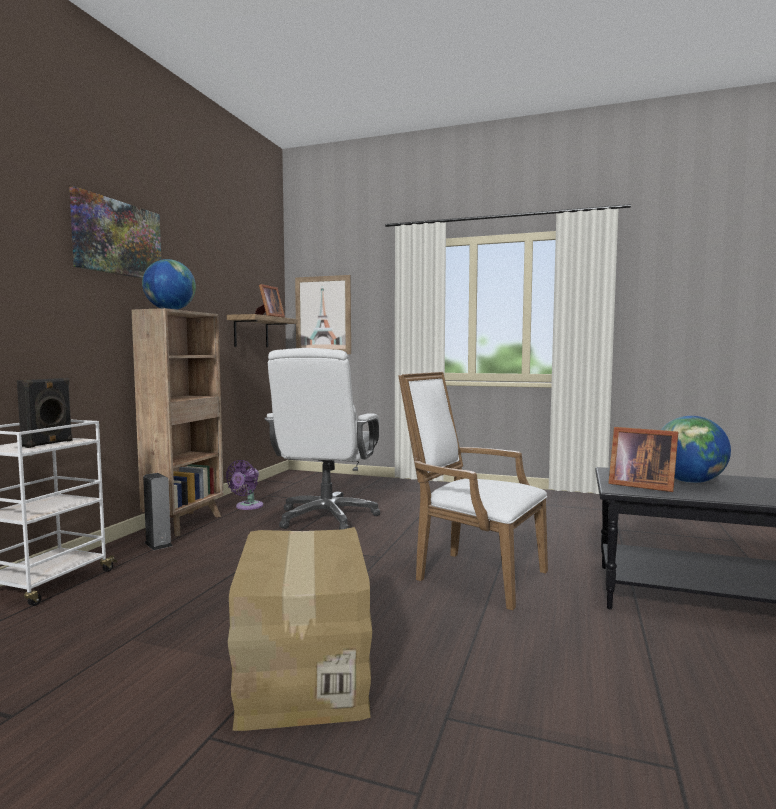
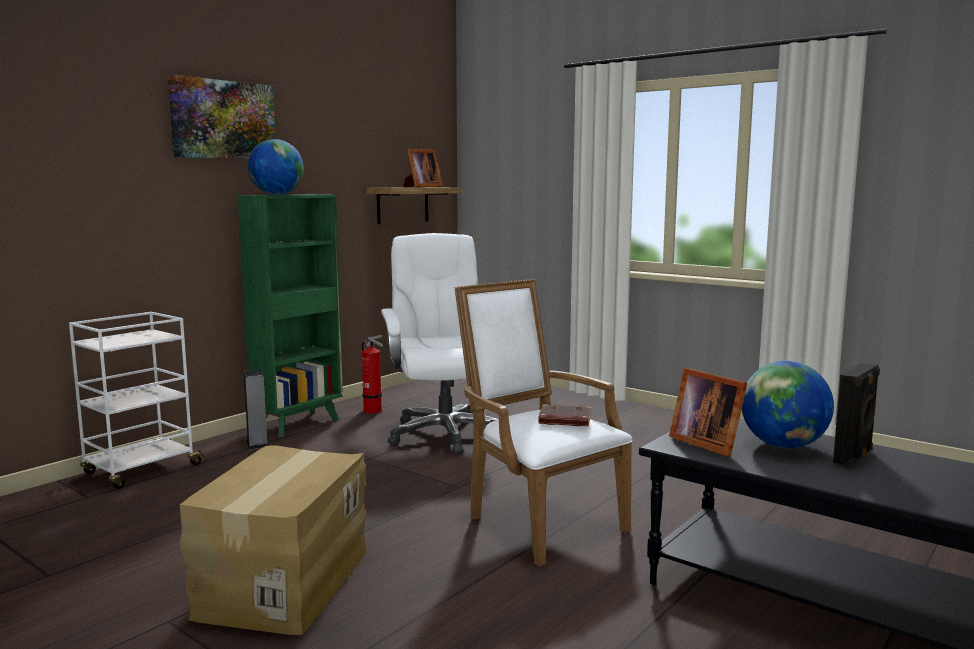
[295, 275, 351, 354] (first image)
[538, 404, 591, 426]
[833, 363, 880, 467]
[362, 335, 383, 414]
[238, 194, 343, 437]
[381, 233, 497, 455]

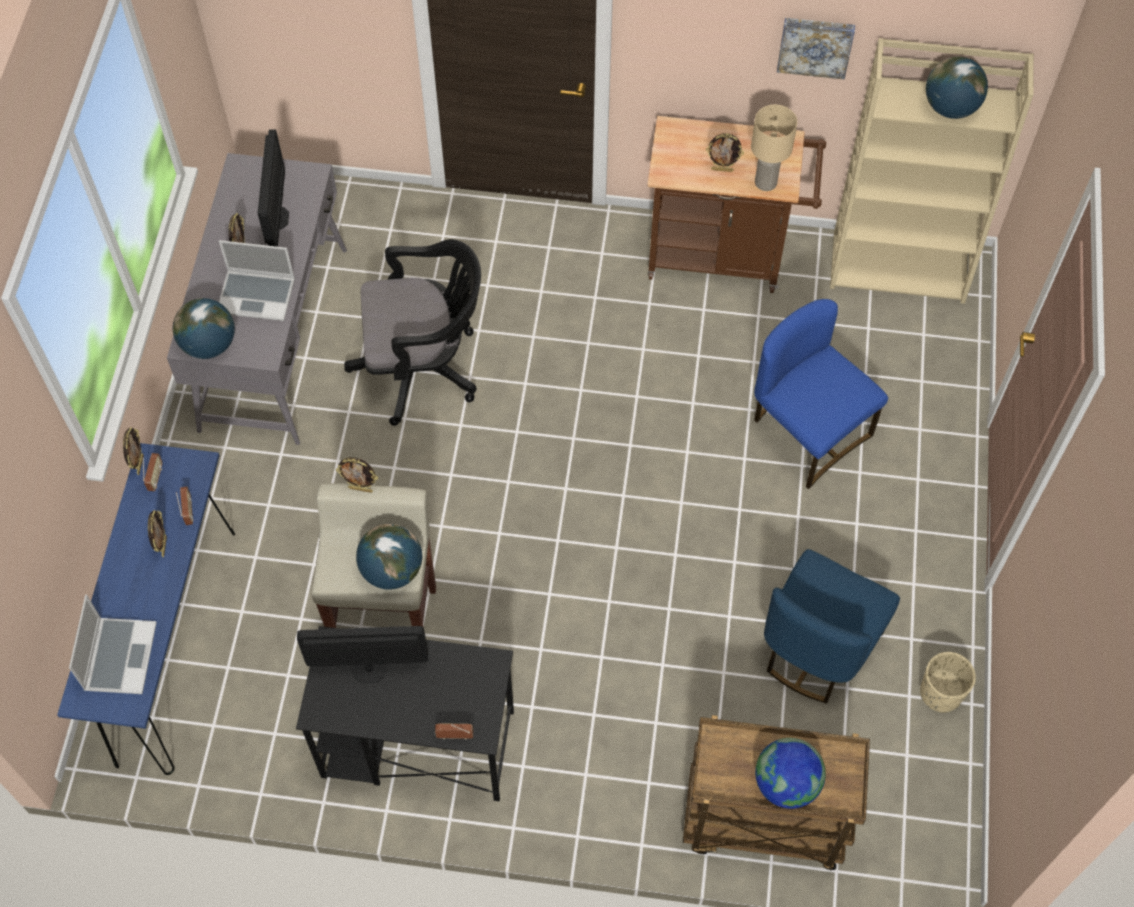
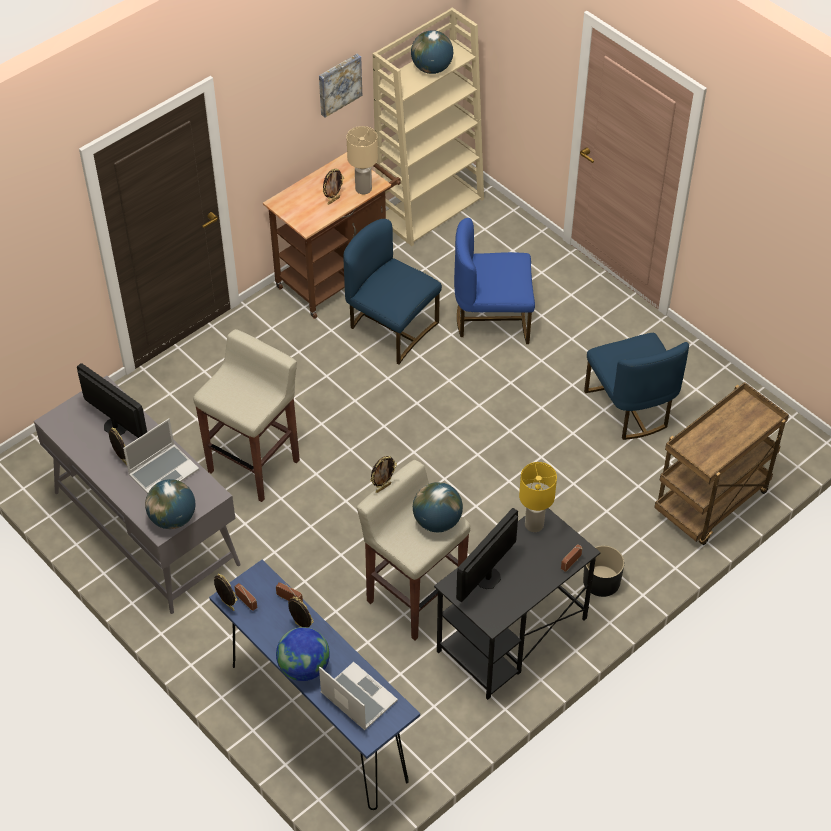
[920, 652, 976, 713] (first image)
[344, 219, 442, 364]
[519, 462, 557, 532]
[583, 545, 624, 597]
[276, 627, 330, 681]
[193, 329, 300, 502]

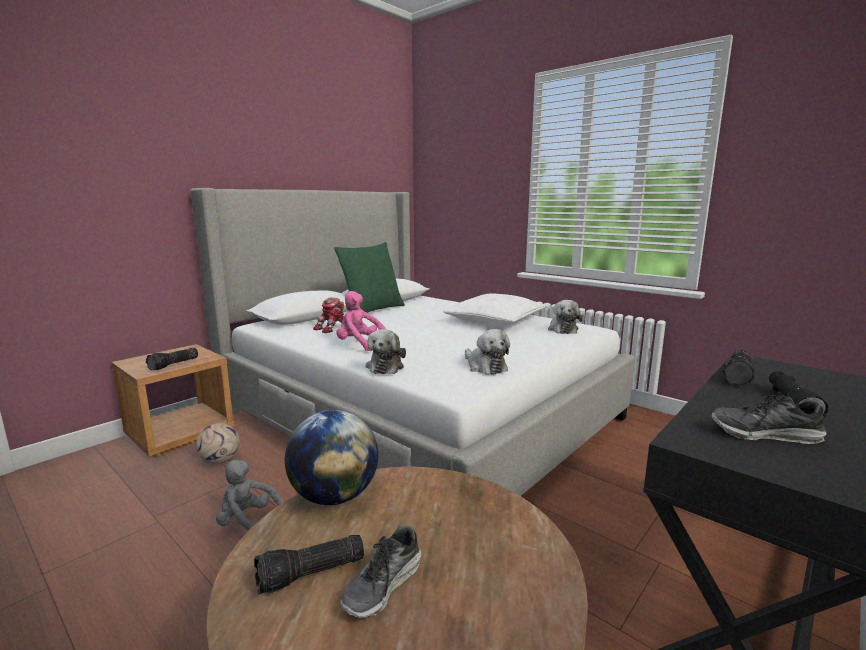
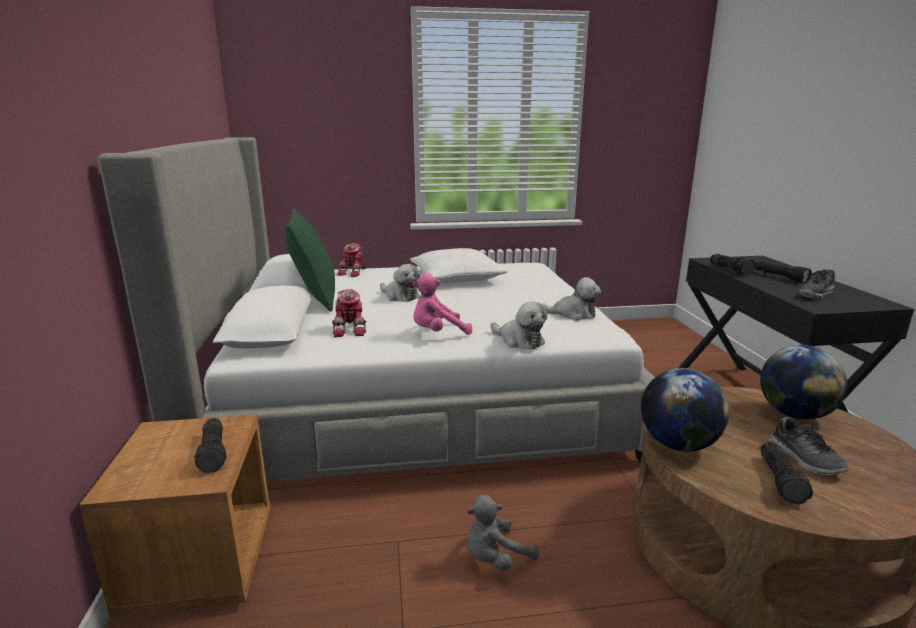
[196, 423, 240, 464] (first image)
[337, 243, 367, 277]
[760, 345, 848, 420]
[380, 264, 420, 302]

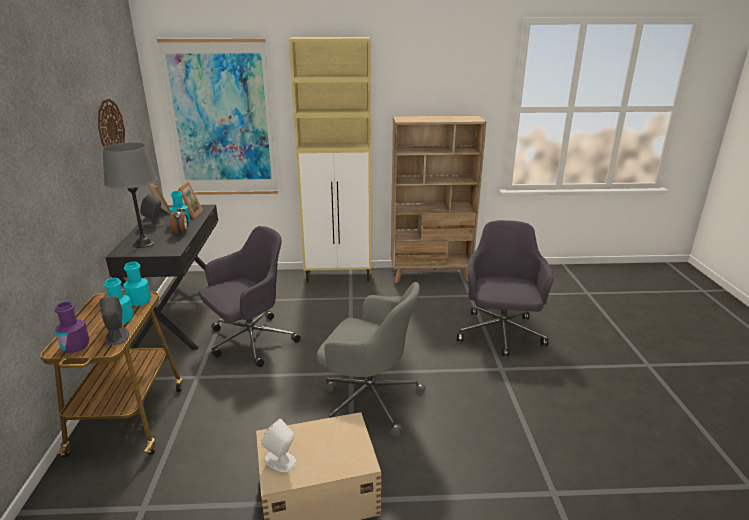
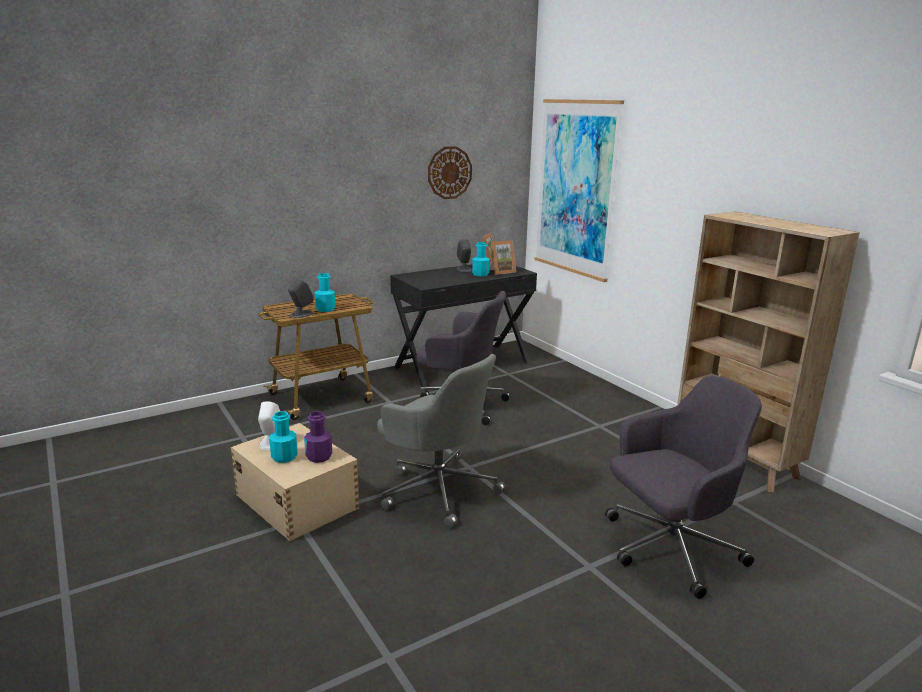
[102, 142, 157, 248] (first image)
[170, 203, 189, 234] (first image)
[289, 37, 371, 283] (first image)
[304, 411, 332, 463]
[269, 411, 298, 463]
[377, 354, 506, 528]

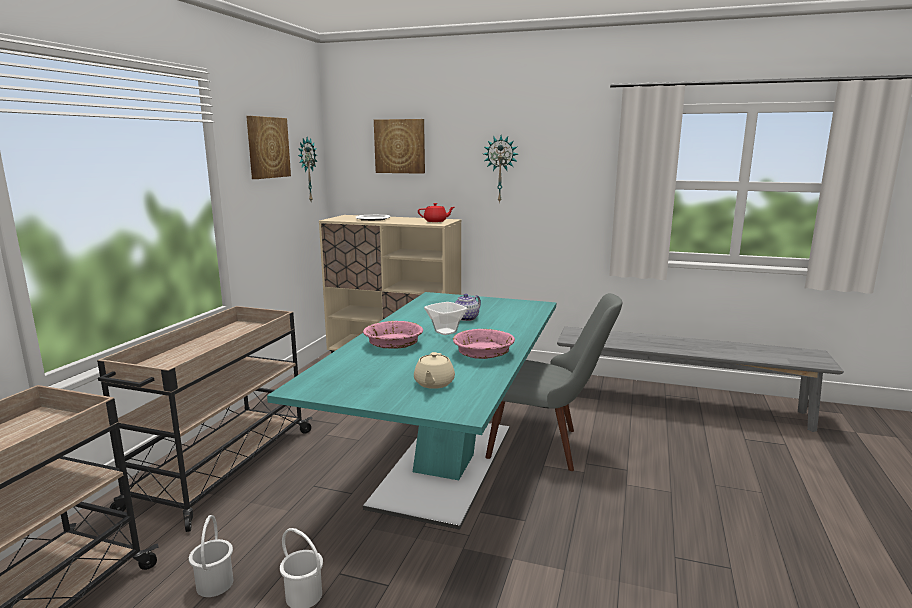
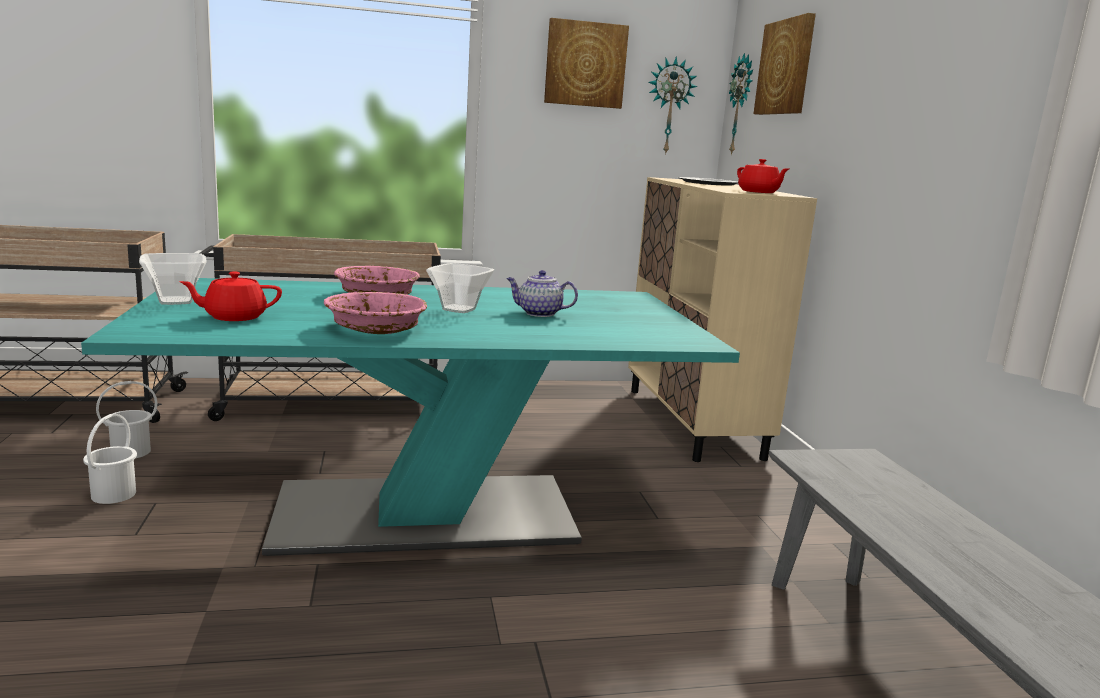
[485, 293, 622, 471] (first image)
[139, 253, 206, 305]
[729, 53, 753, 155]
[179, 272, 282, 321]

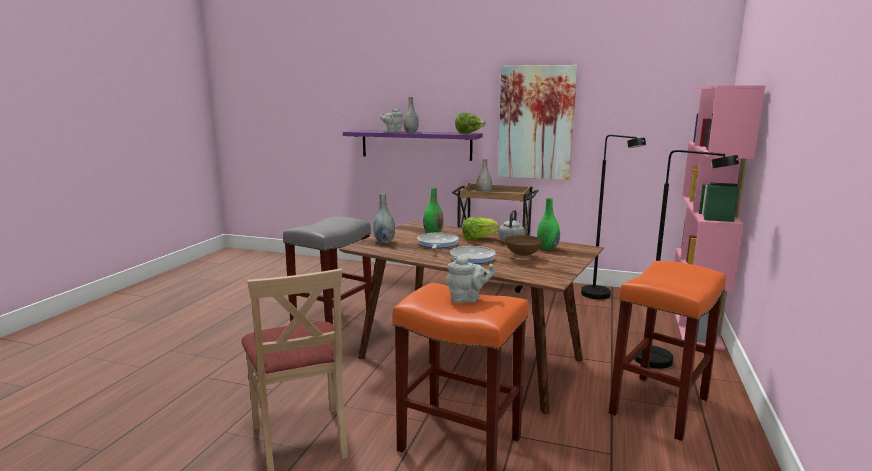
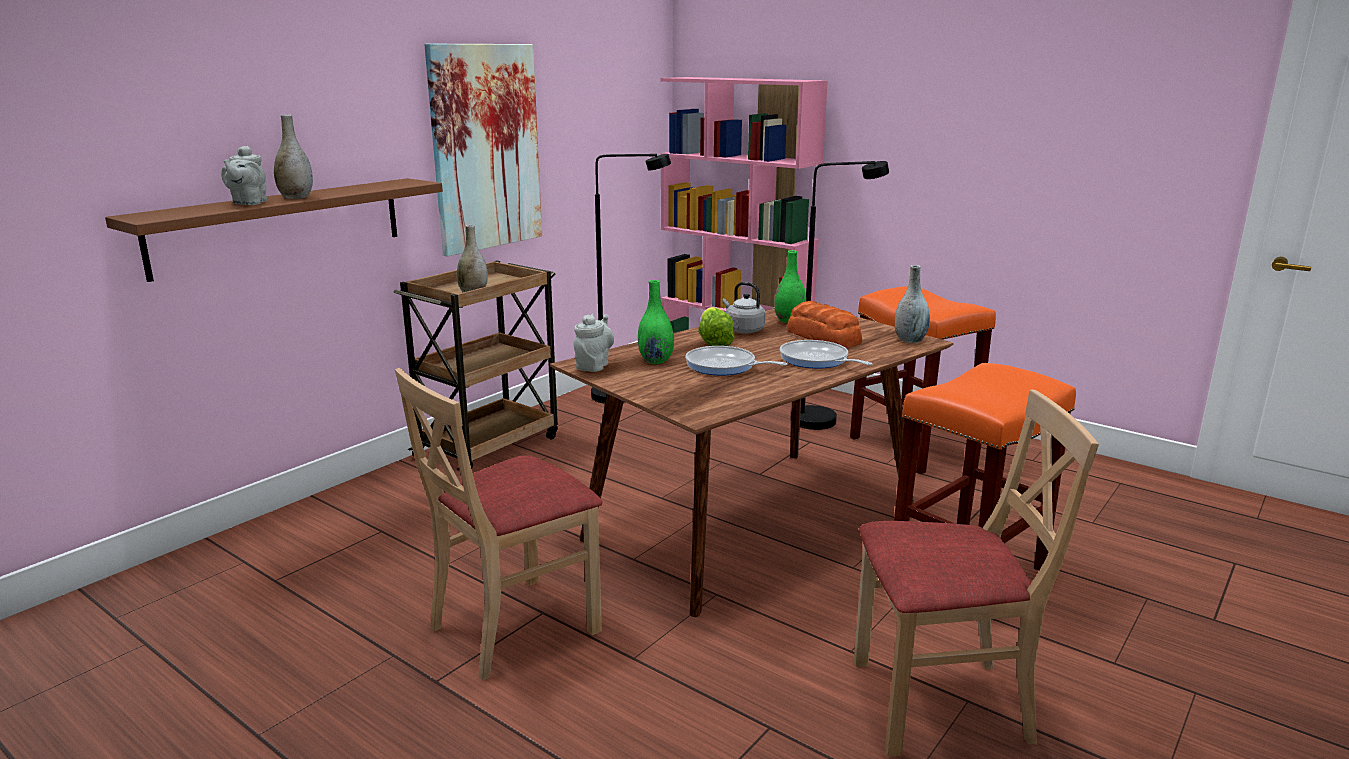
[455, 113, 486, 134] (first image)
[895, 265, 930, 343]
[573, 314, 614, 372]
[395, 368, 603, 680]
[787, 301, 862, 348]
[105, 178, 443, 282]

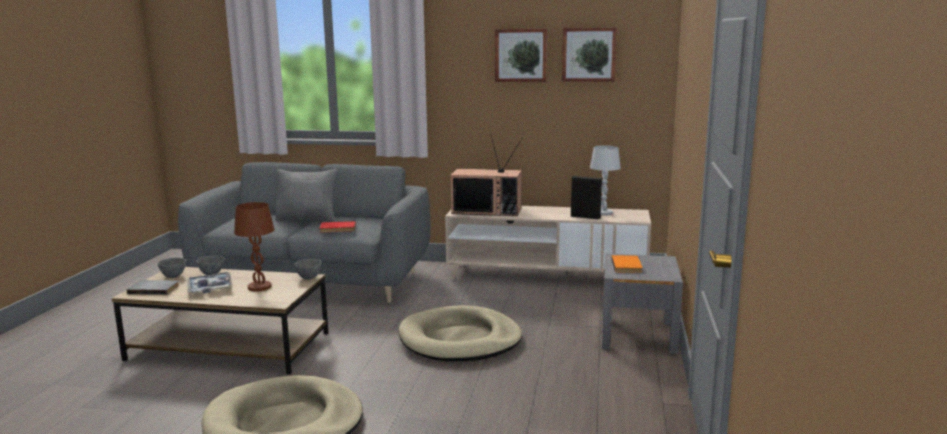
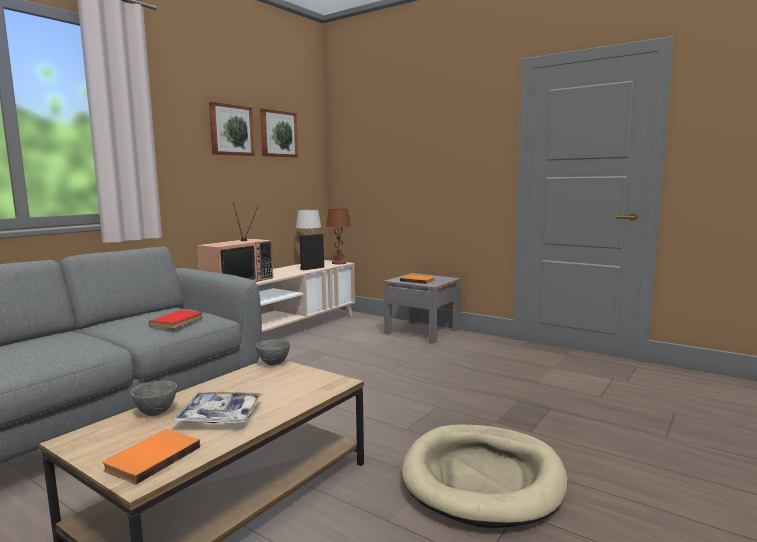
[158, 258, 187, 278] (first image)
[275, 169, 338, 222] (first image)
[399, 305, 522, 361] (first image)
[326, 209, 351, 264]
[102, 430, 200, 485]

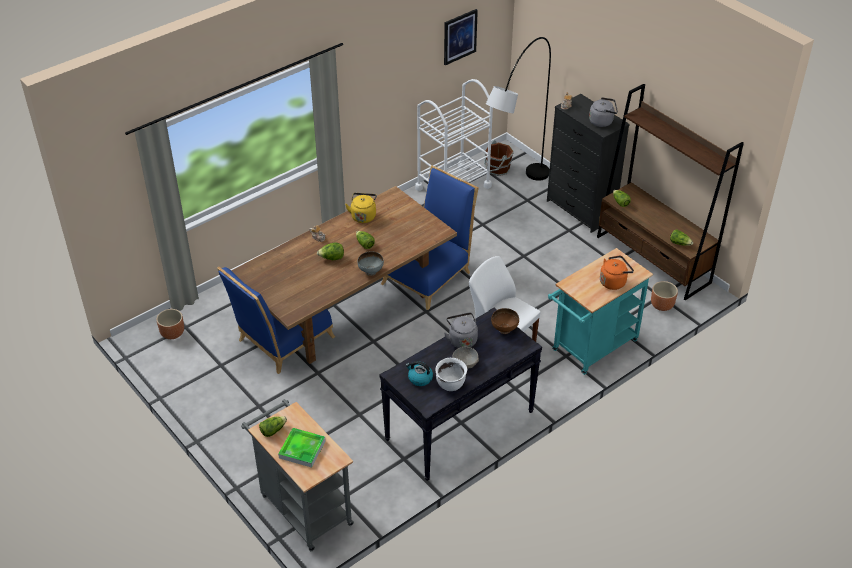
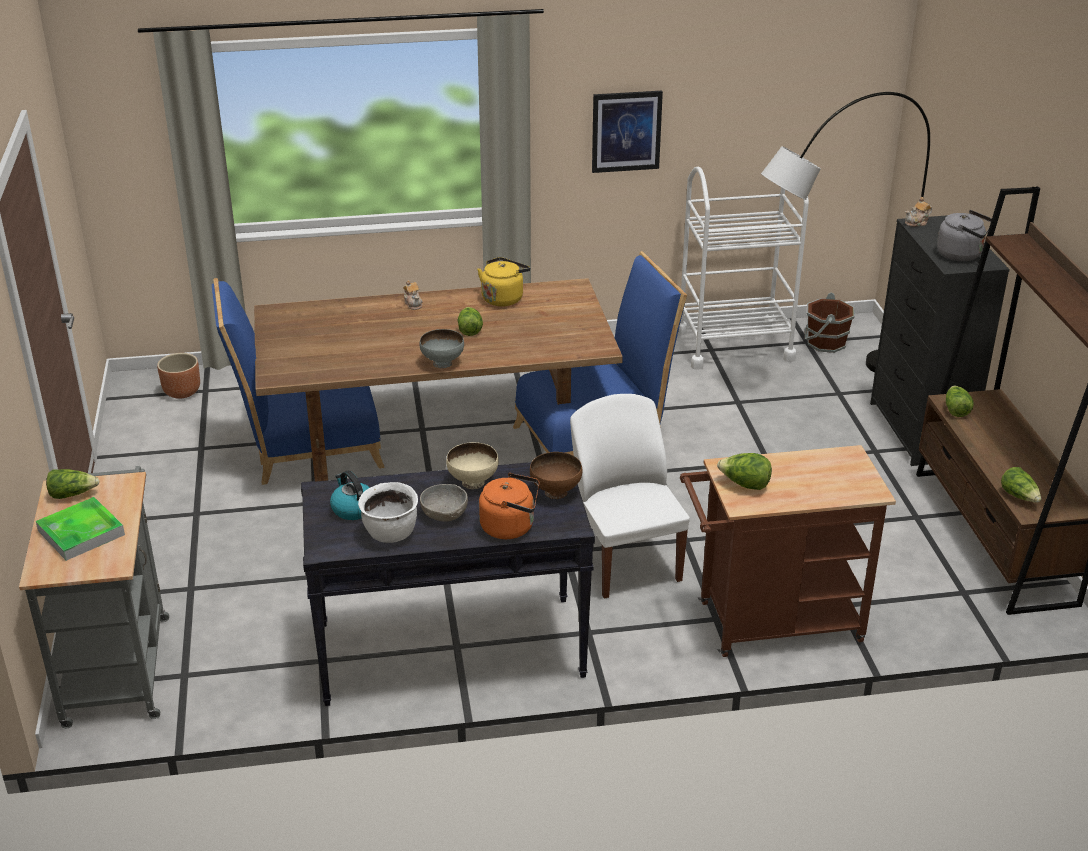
[651, 281, 678, 311] (first image)
[717, 453, 772, 490]
[592, 91, 663, 173]
[479, 473, 539, 539]
[446, 442, 499, 489]
[680, 445, 896, 657]

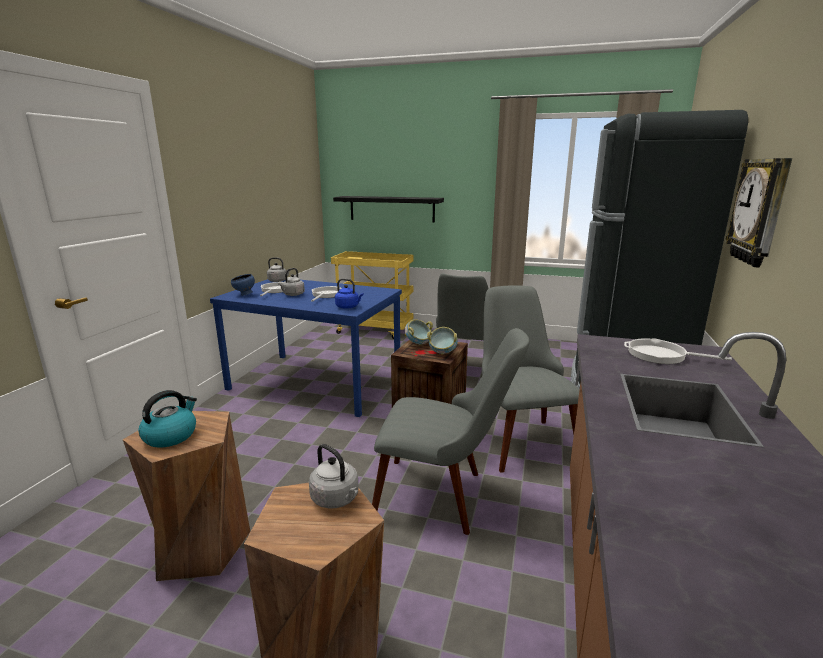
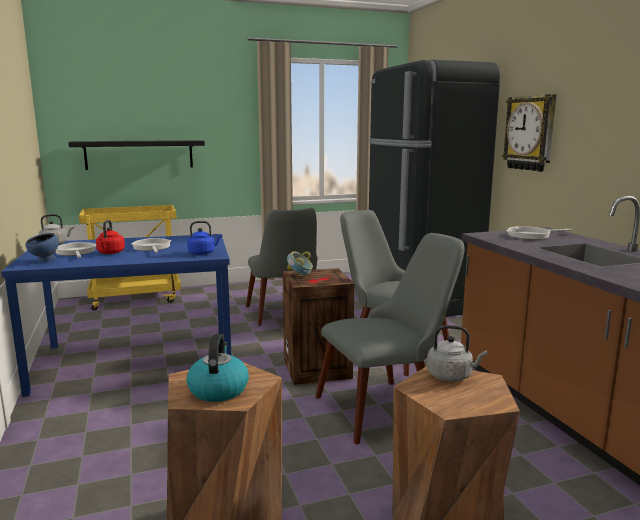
[427, 327, 458, 355] (first image)
[96, 220, 125, 254]

